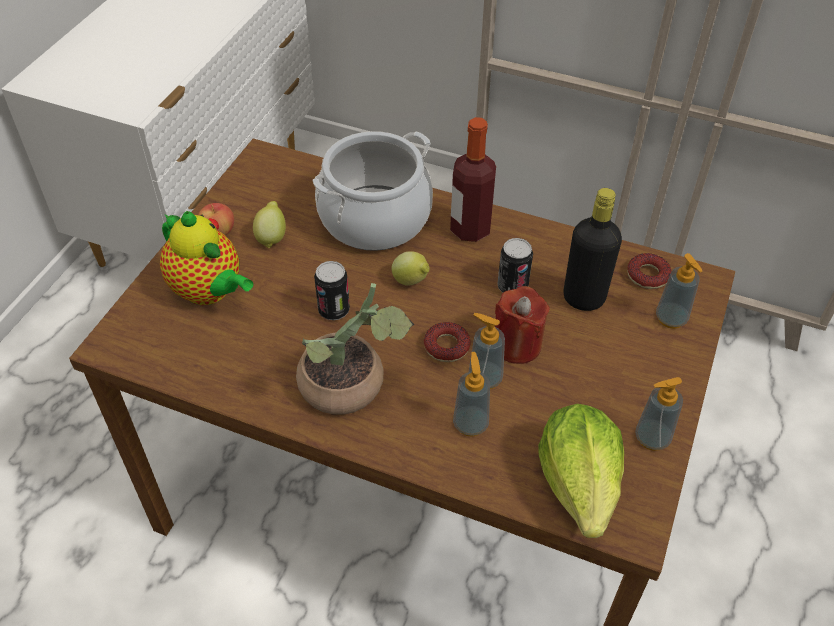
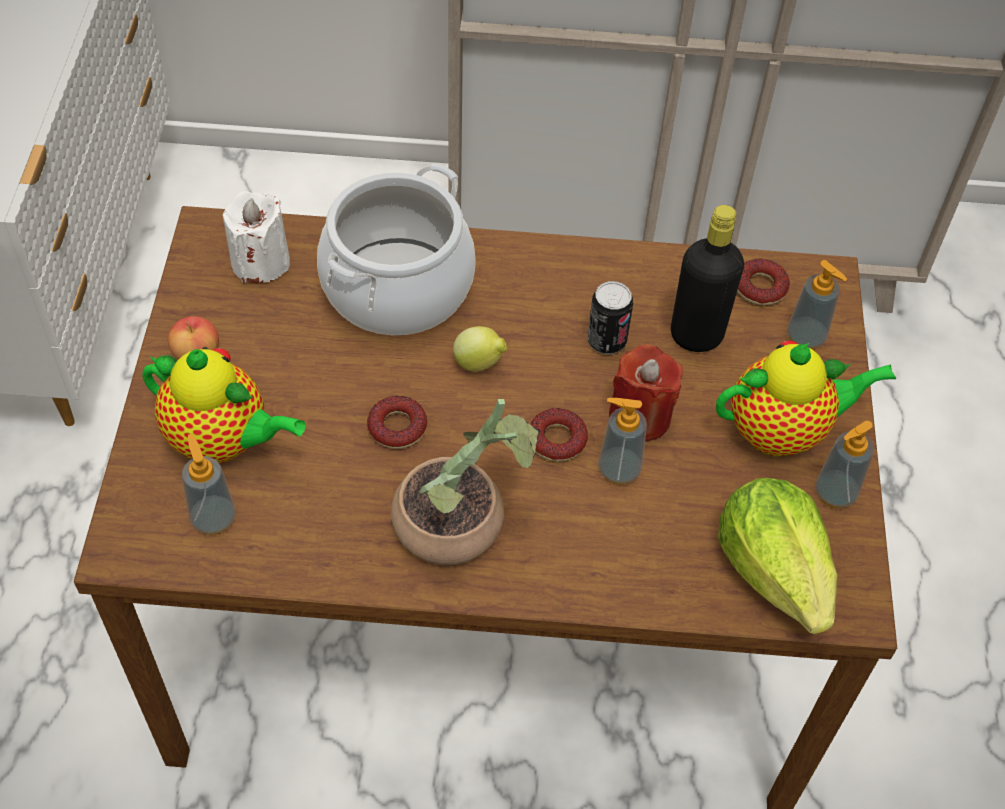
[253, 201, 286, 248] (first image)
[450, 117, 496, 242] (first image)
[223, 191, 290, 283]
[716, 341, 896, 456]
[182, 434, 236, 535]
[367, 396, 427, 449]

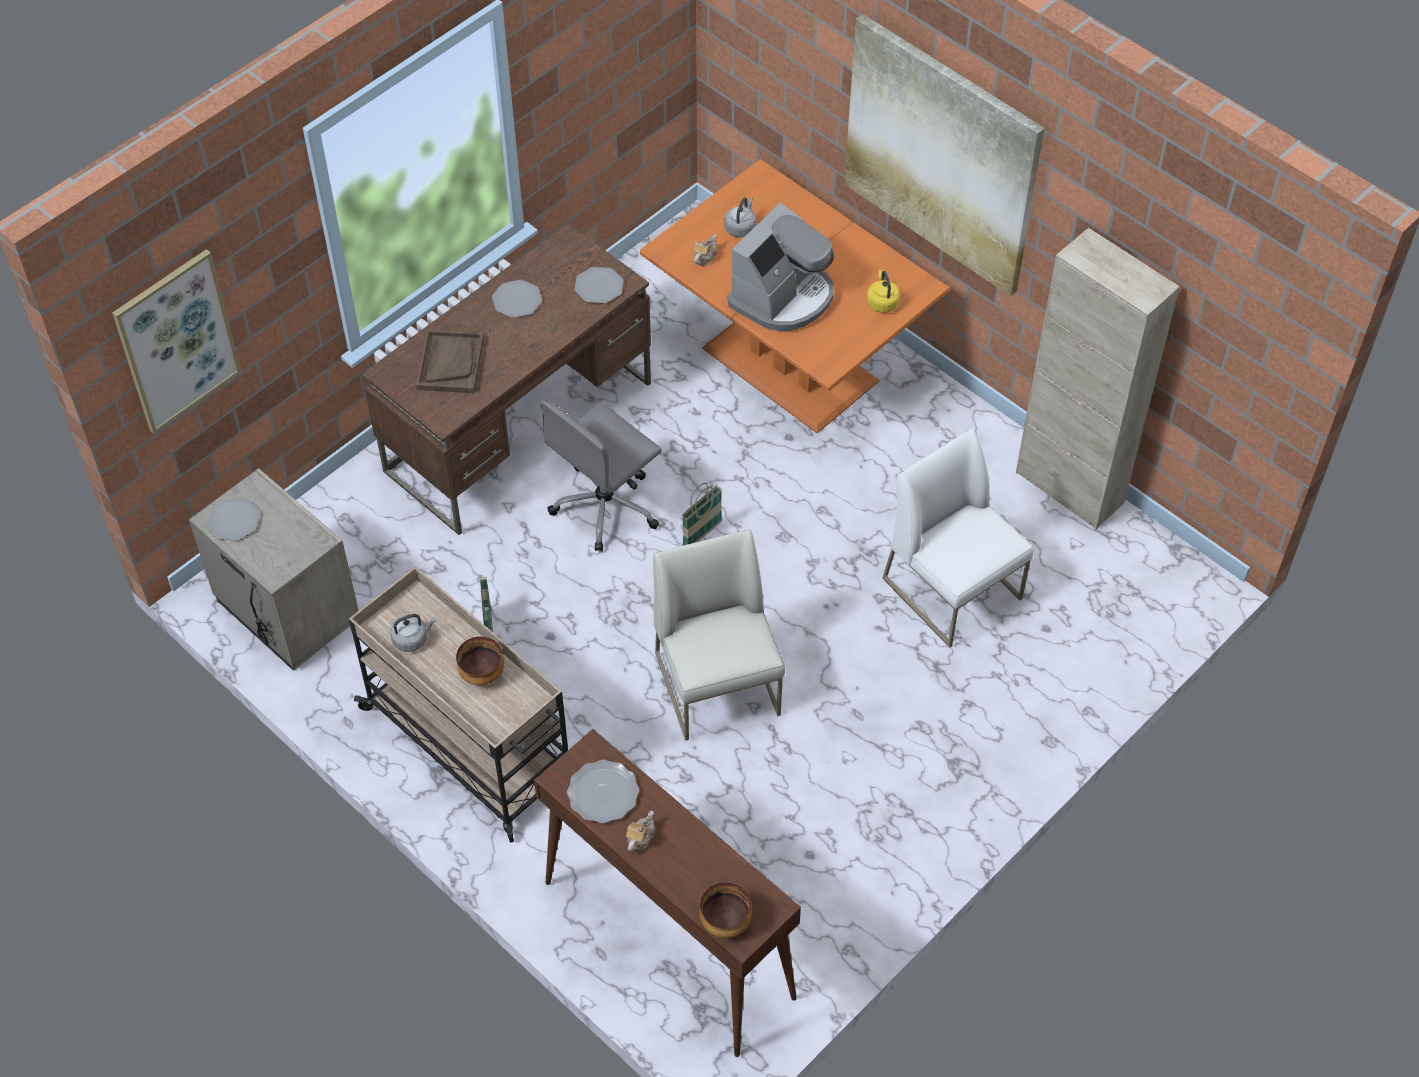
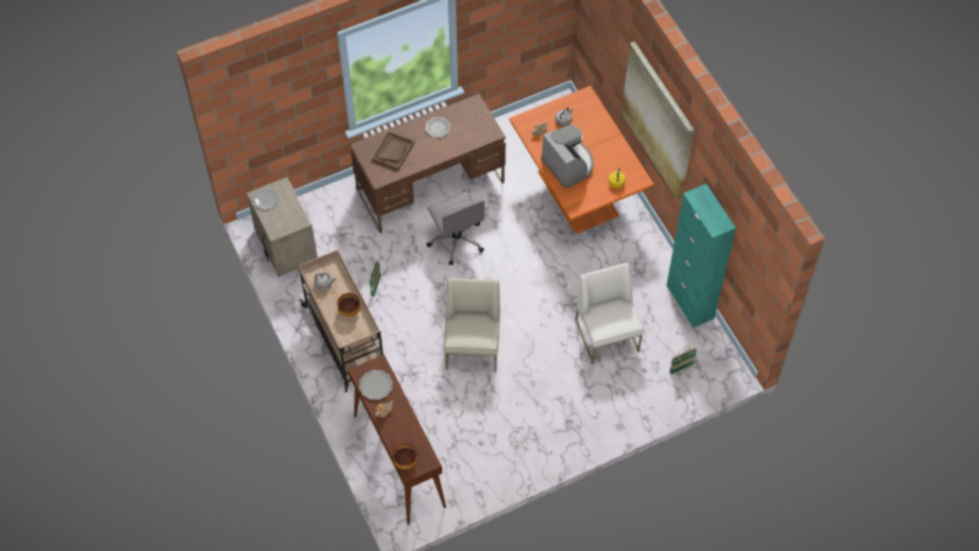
[112, 249, 241, 434] (first image)
[574, 267, 624, 304] (first image)
[669, 346, 697, 374]
[666, 183, 736, 328]
[427, 191, 485, 265]
[541, 125, 594, 188]

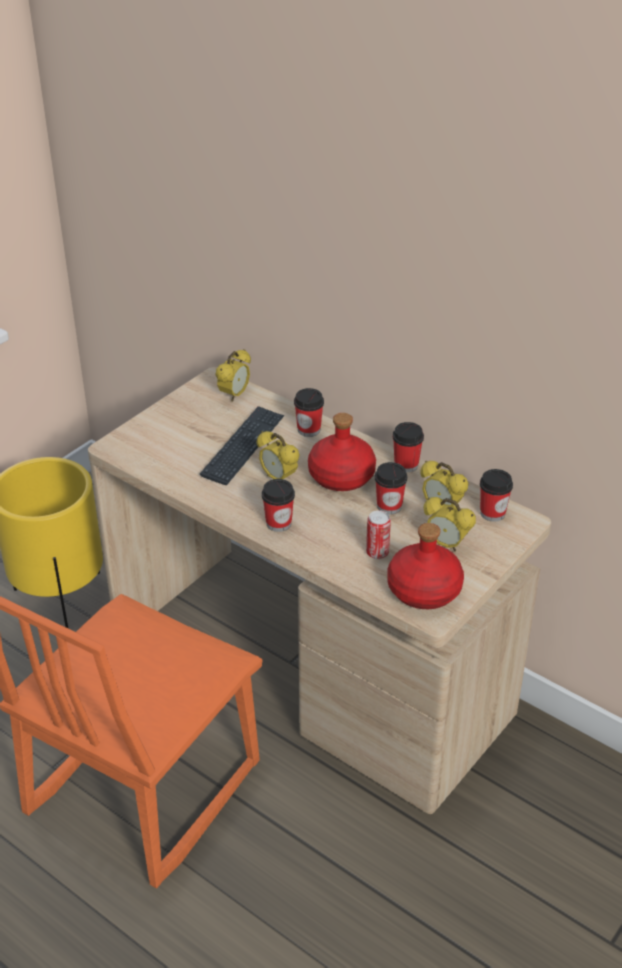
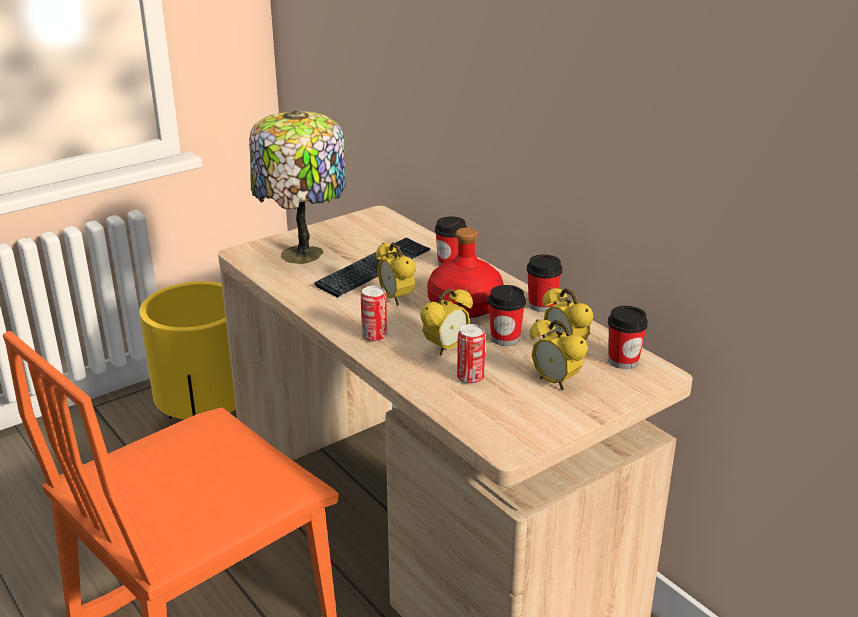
[387, 523, 464, 609] (first image)
[249, 111, 346, 264]
[420, 288, 473, 356]
[361, 286, 387, 342]

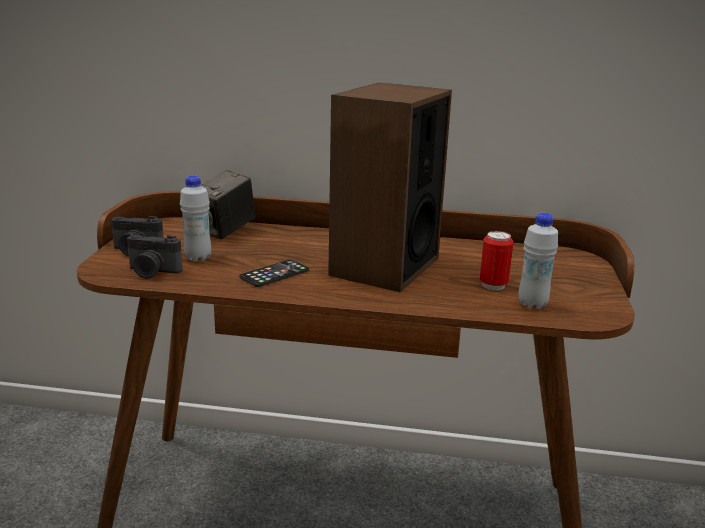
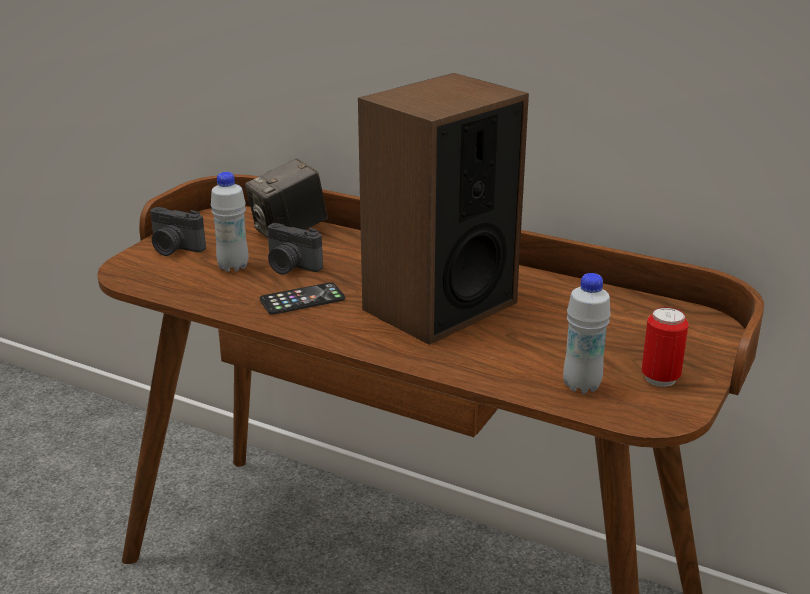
[268, 223, 323, 275]
[642, 307, 689, 387]

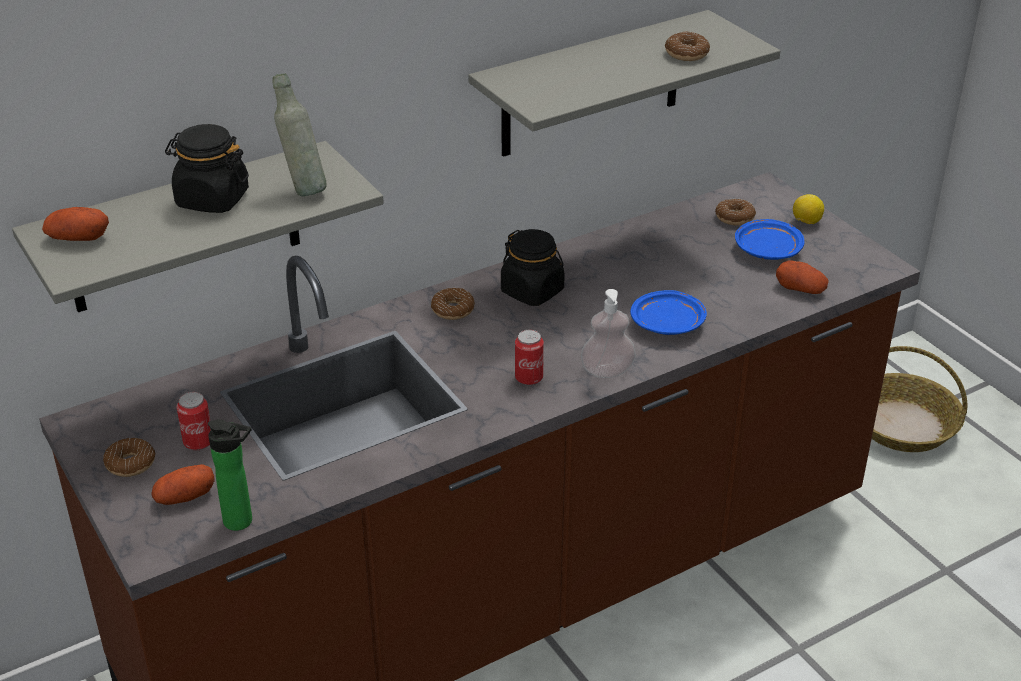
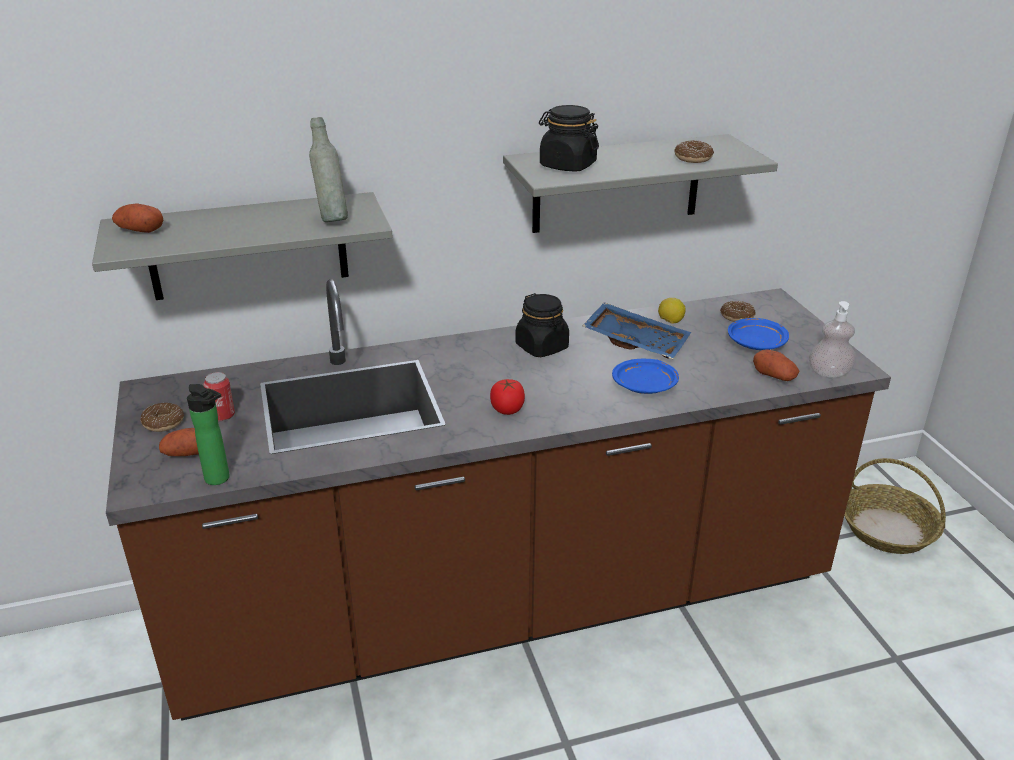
[431, 288, 475, 320] (first image)
[583, 302, 691, 359]
[539, 105, 599, 172]
[809, 301, 856, 378]
[658, 298, 685, 324]
[490, 379, 525, 415]

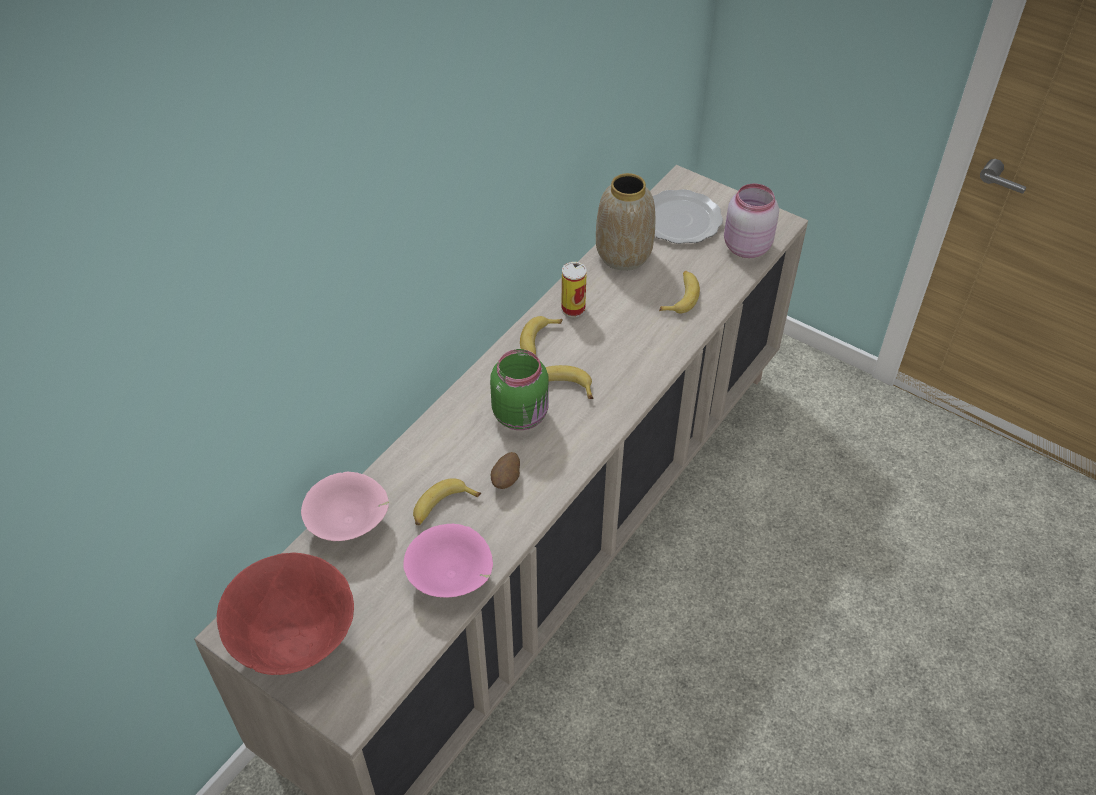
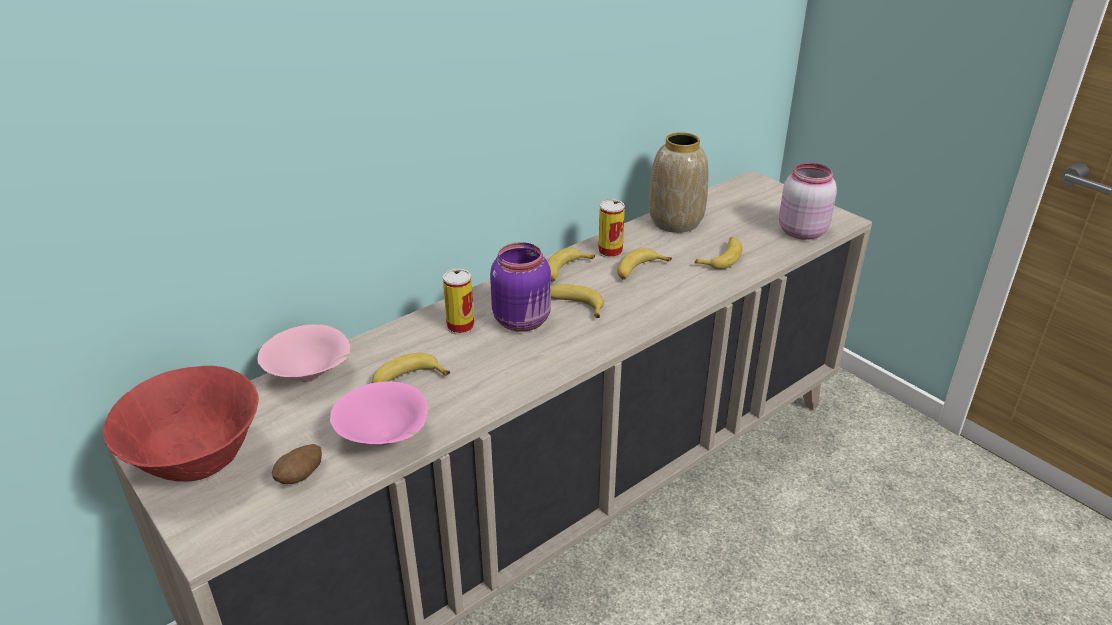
[653, 189, 723, 244] (first image)
[443, 269, 474, 335]
[617, 248, 672, 280]
[272, 444, 322, 484]
[490, 242, 551, 332]

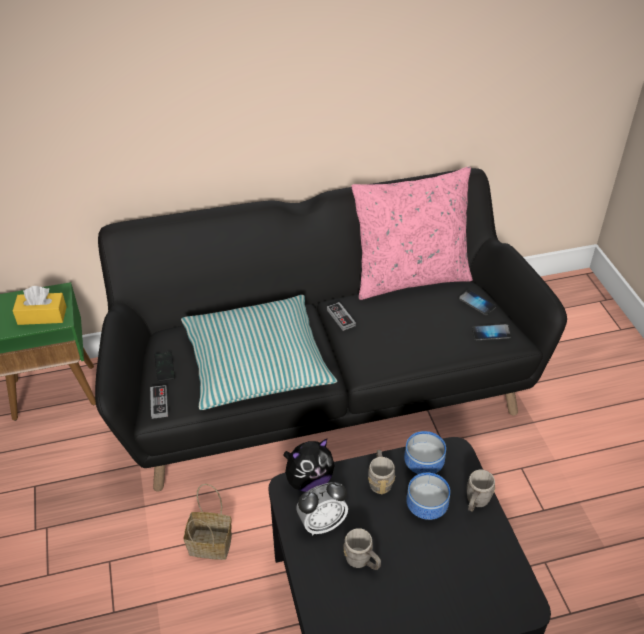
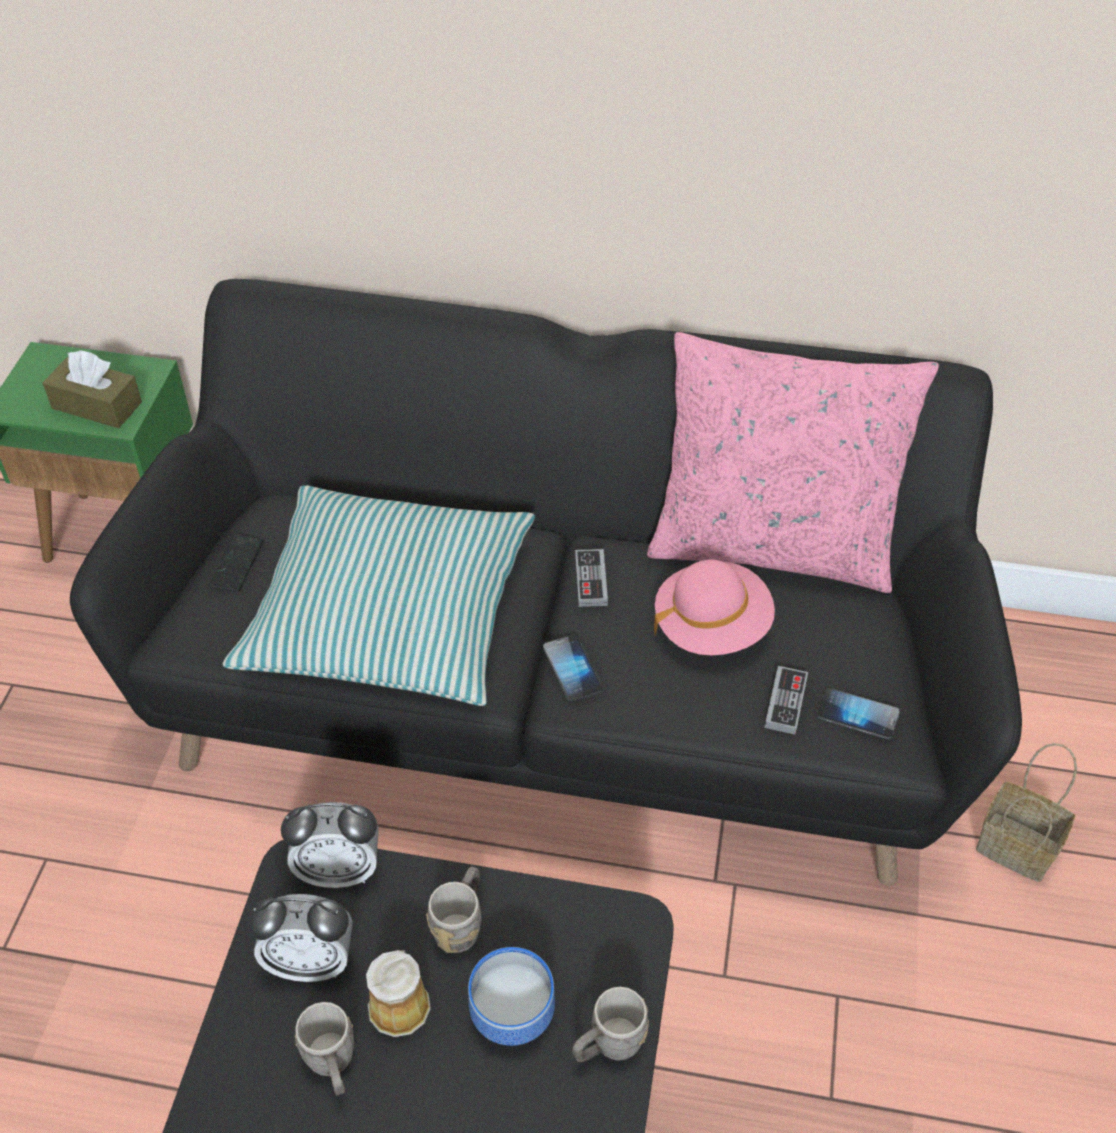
[404, 431, 446, 474] (first image)
[366, 950, 431, 1037]
[654, 559, 775, 655]
[764, 666, 808, 735]
[976, 743, 1077, 882]
[543, 635, 603, 702]
[281, 802, 379, 888]
[43, 350, 142, 428]

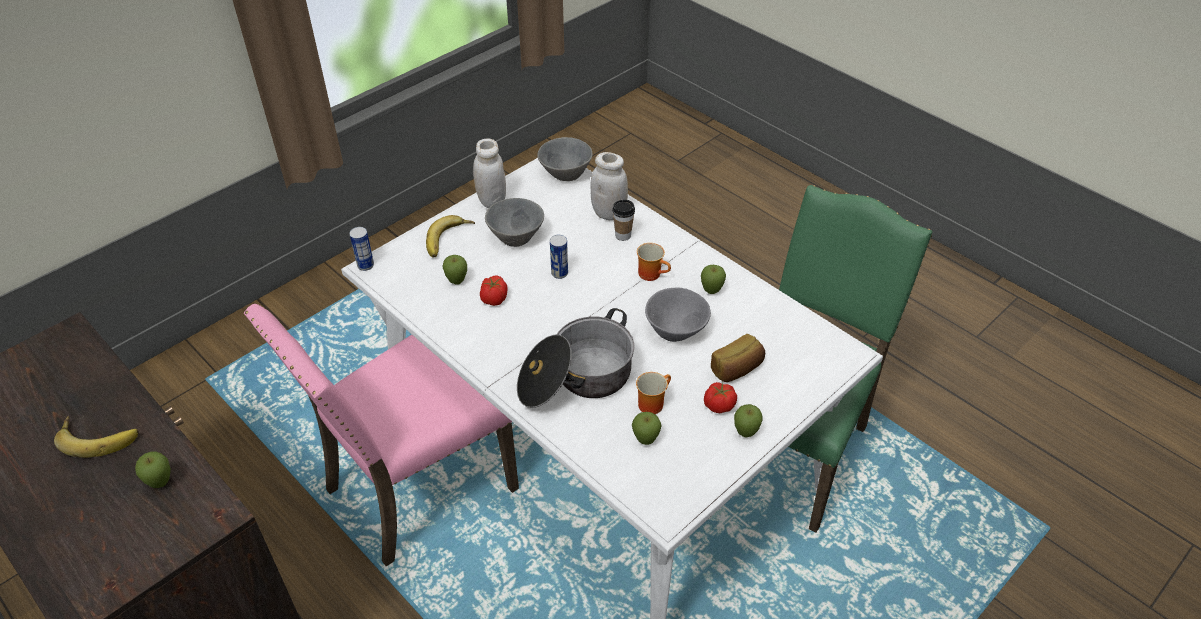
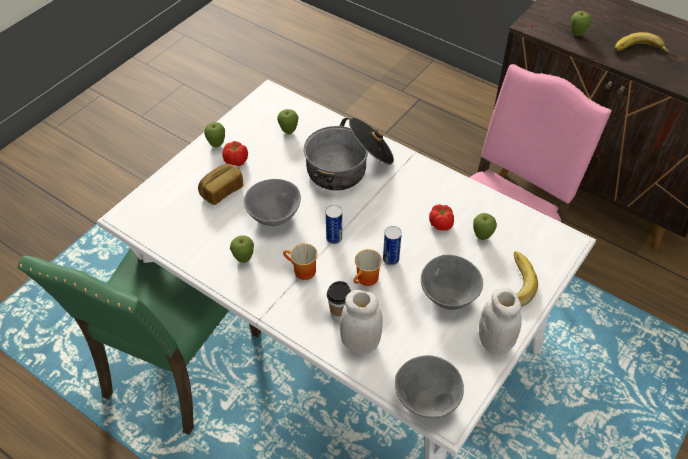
[326, 205, 342, 244]
[354, 249, 382, 286]

